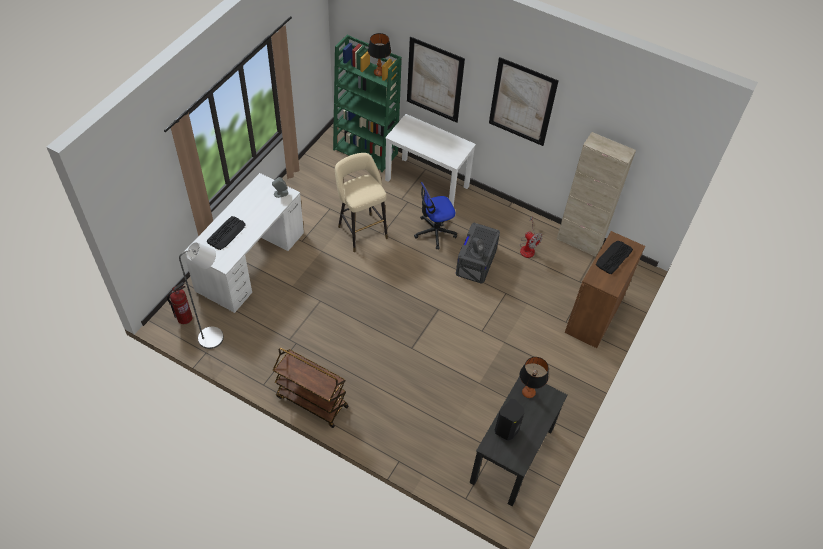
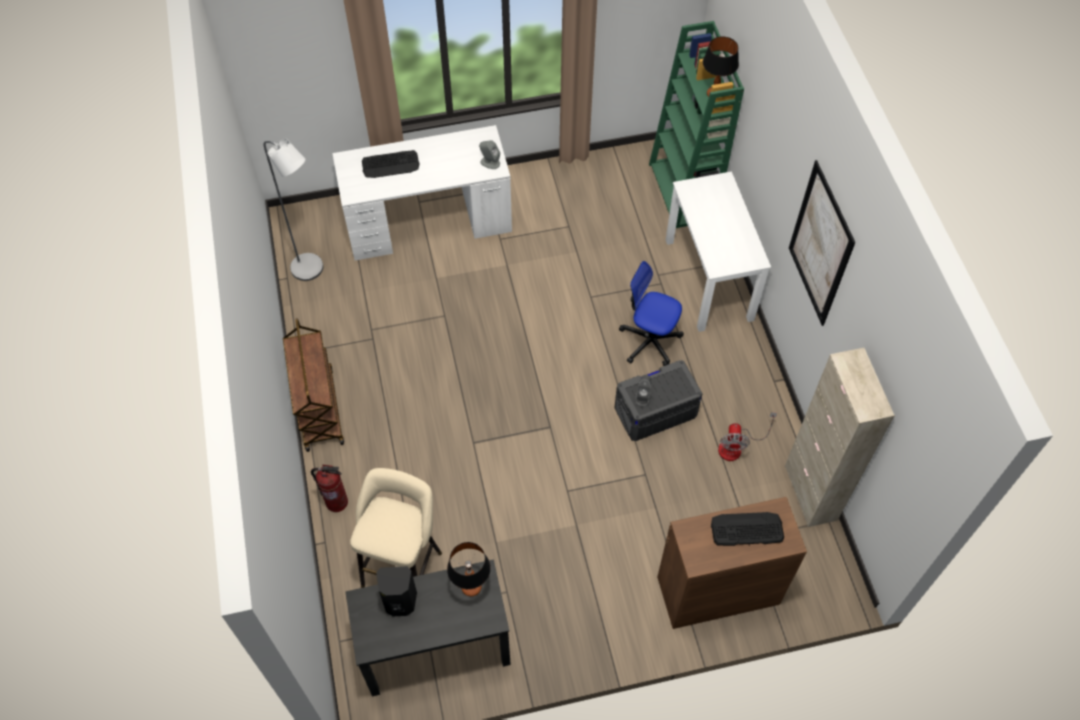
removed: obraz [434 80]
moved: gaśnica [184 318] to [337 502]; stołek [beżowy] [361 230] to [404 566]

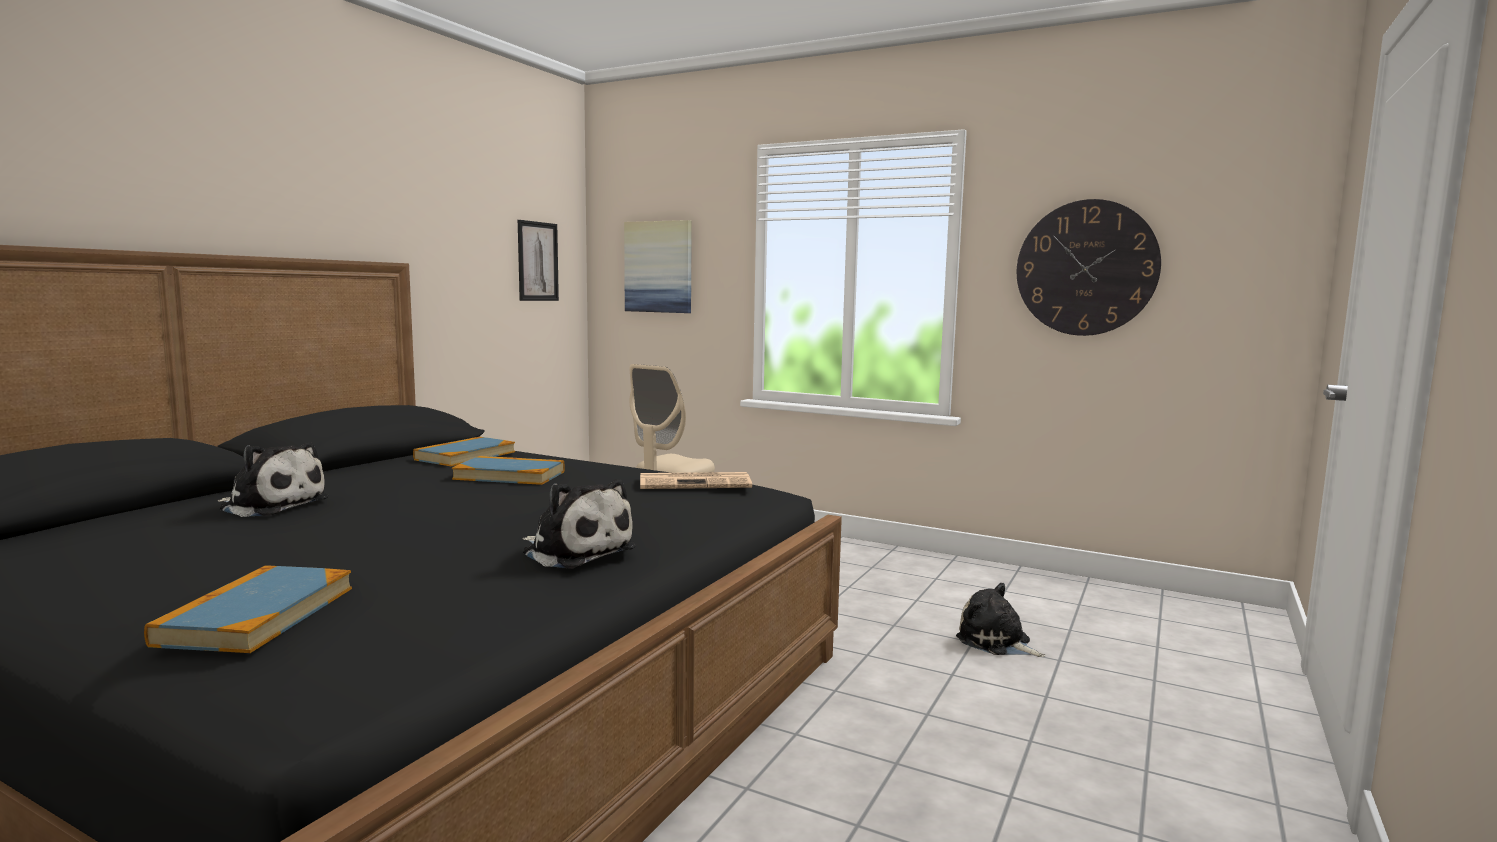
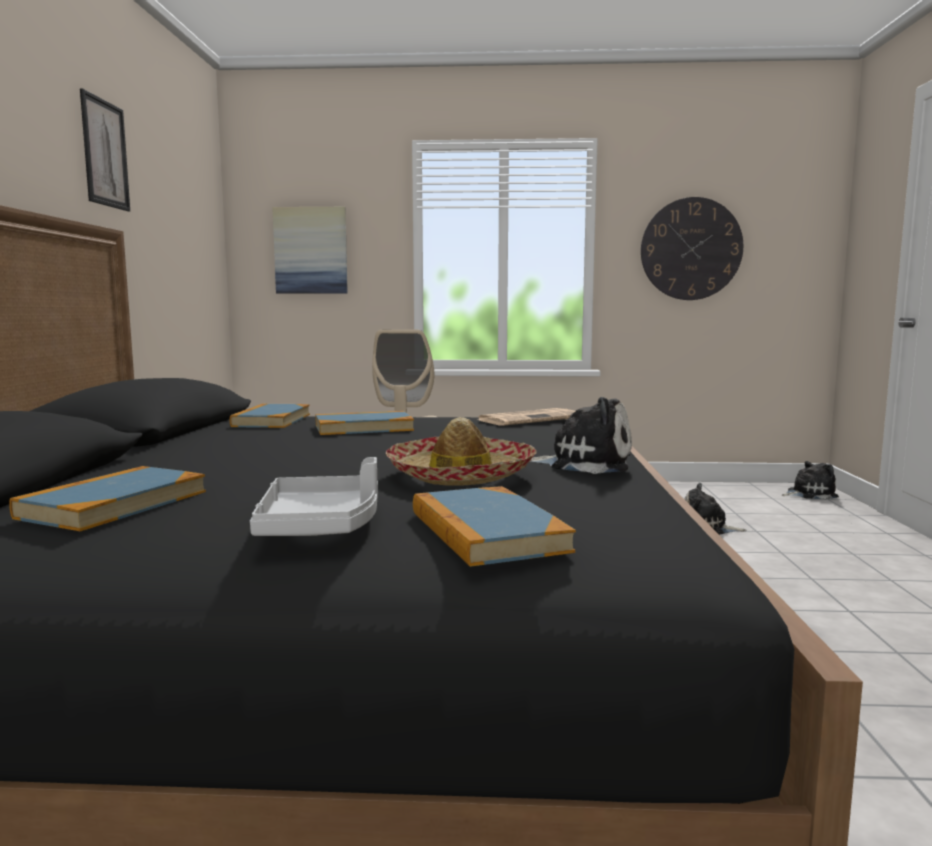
added: książka [114 504]; taca [szary] [321 525]; kapelusz [461 475]
moved: obraz [537 261] to [105 153]; pluszak [271 505] to [809 494]

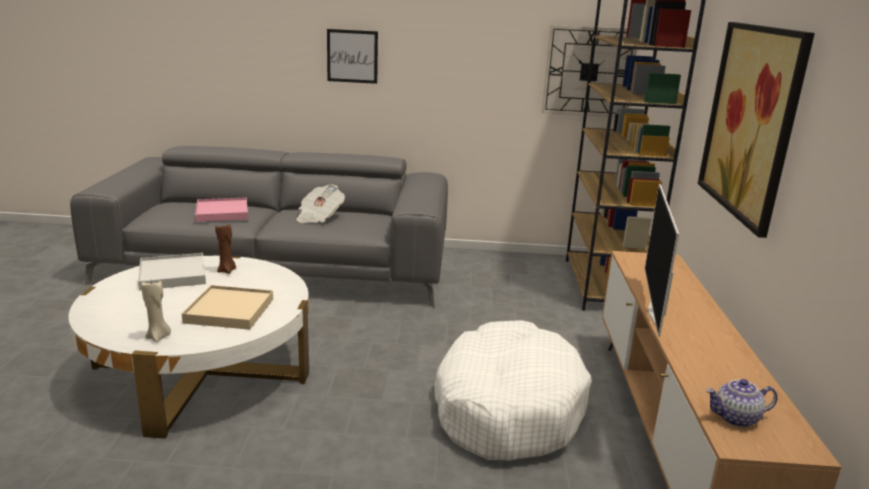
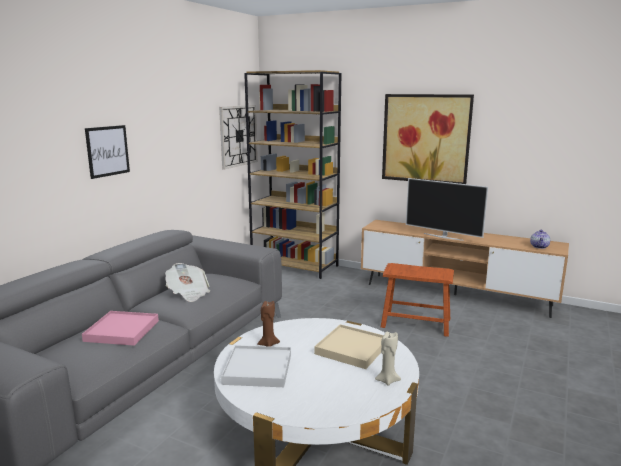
replaced: legowisko [biały] [507 407] to stołek [brązowy] [415 322]

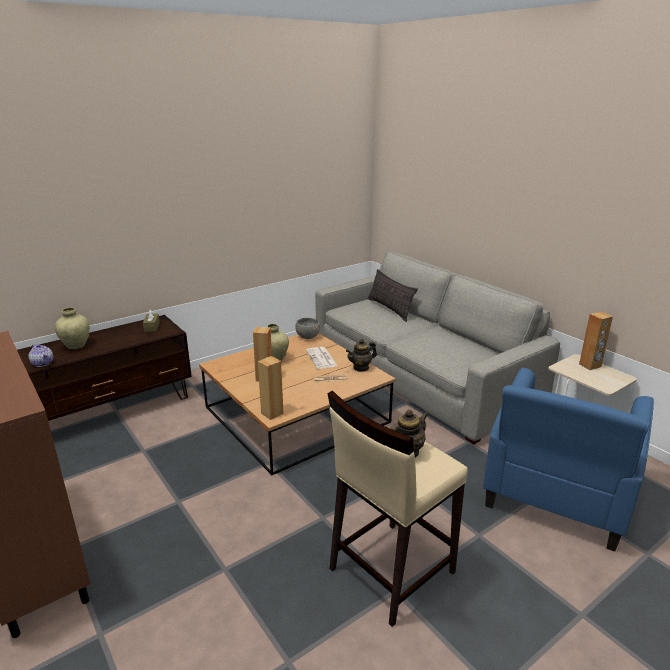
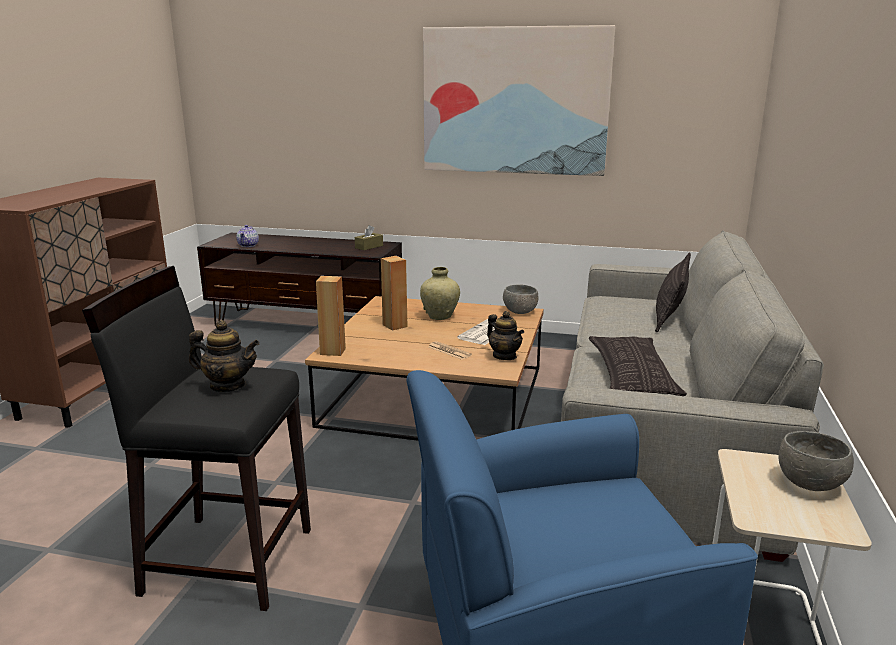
removed: wazon [beżowy] [76 345]
added: obraz [514 101]; poduszka [632 375]
replaced: głośnik [brązowy] [590 365] to miska [szary] [811 484]
recoloured: stołek [beżowy] [390 570] to stołek [czarny] [227 559]
turned: imbryk [361 367] = [504 356] 150 degrees counterclockwise

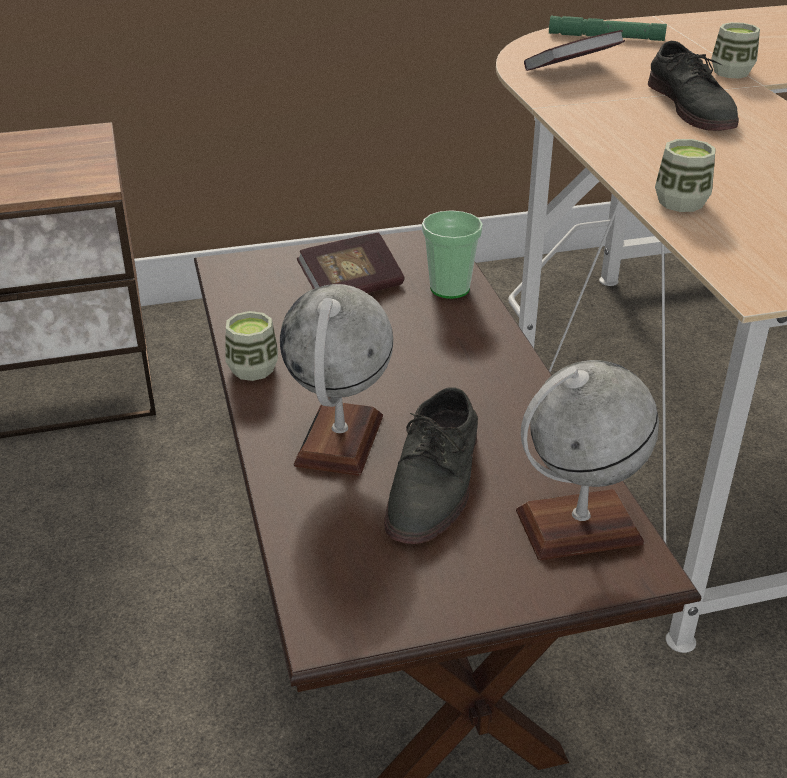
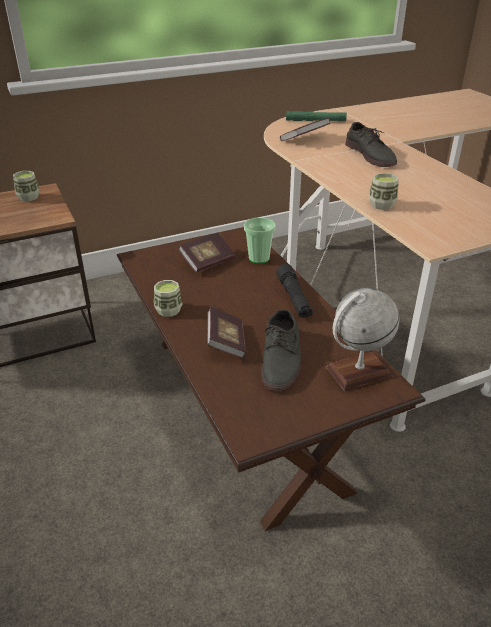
added: latarka [czarny] [294 298]
moved: filiżanka [731 72] to [28 197]
replaced: globus [340 440] to książka [226 342]

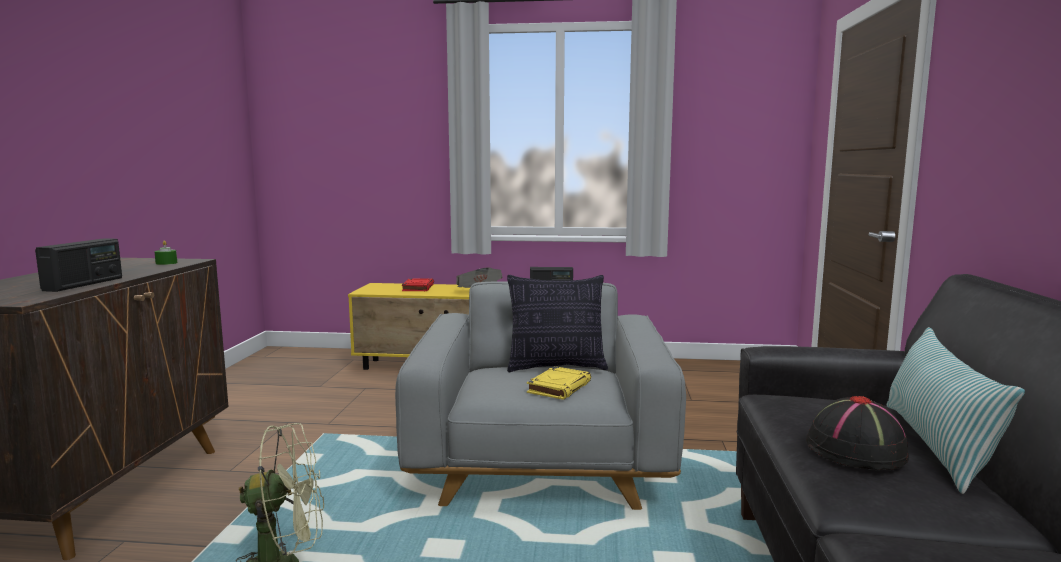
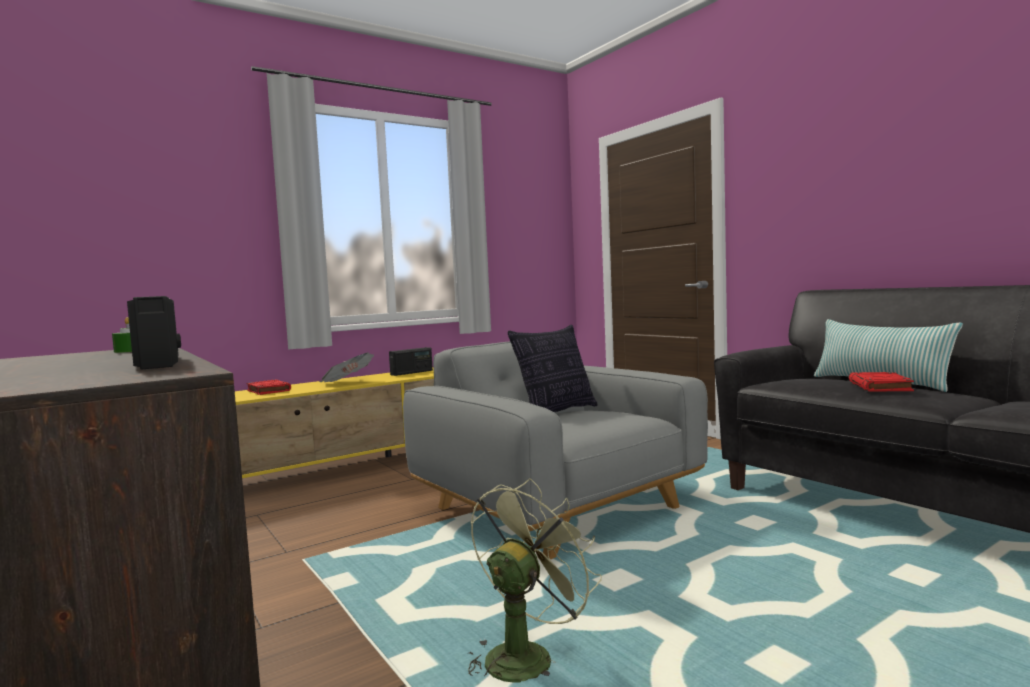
removed: książka [żółty] [559 387]
replaced: kapelusz [czarny] [857 451] to książka [czerwony] [880 387]

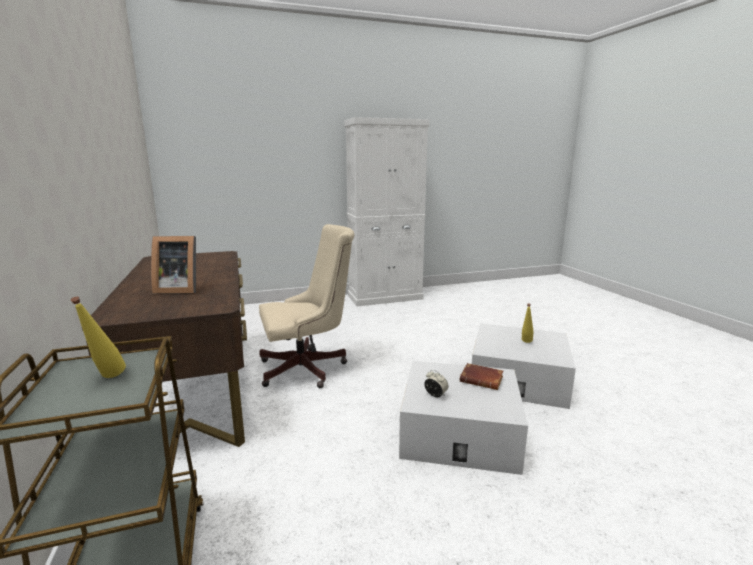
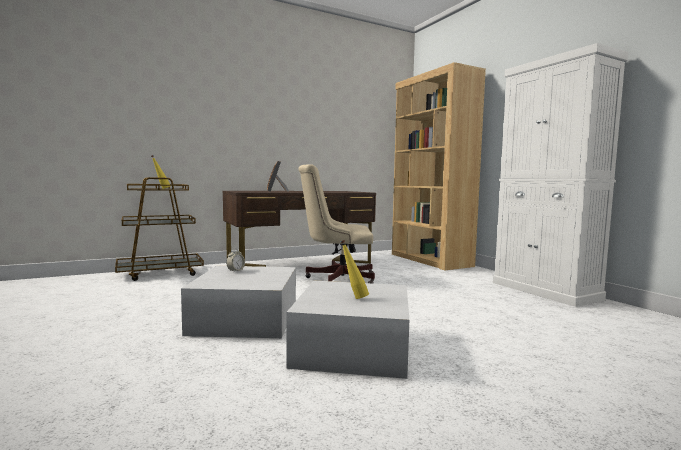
removed: książka [brązowy] [482 380]
added: regał [brązowy] [430 260]
turned: krzesło biurowe [beżowy] [308 368] = [337 279] 120 degrees clockwise

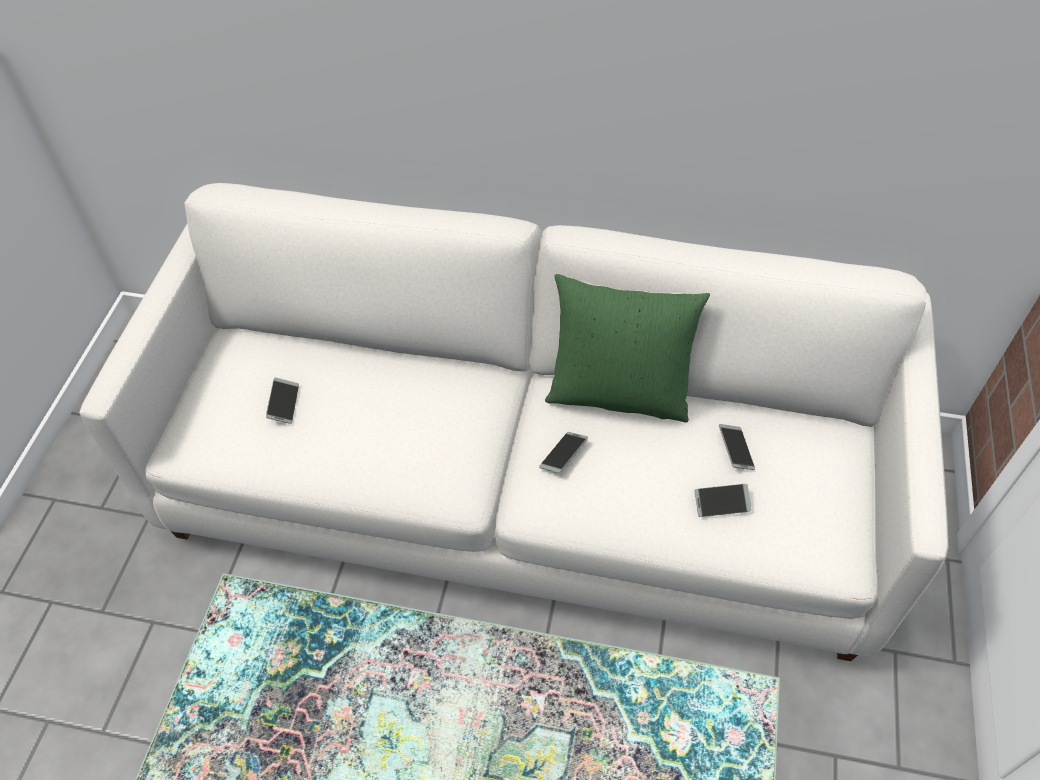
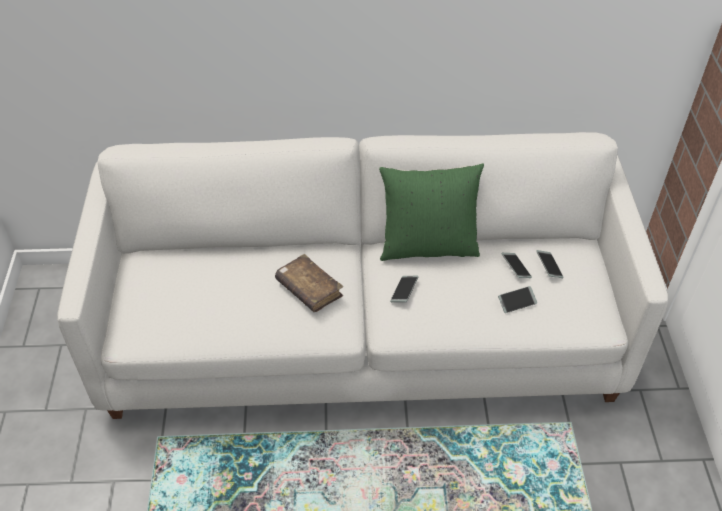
added: książka [brązowy] [309 289]
moved: telefon [284 404] to [549 267]

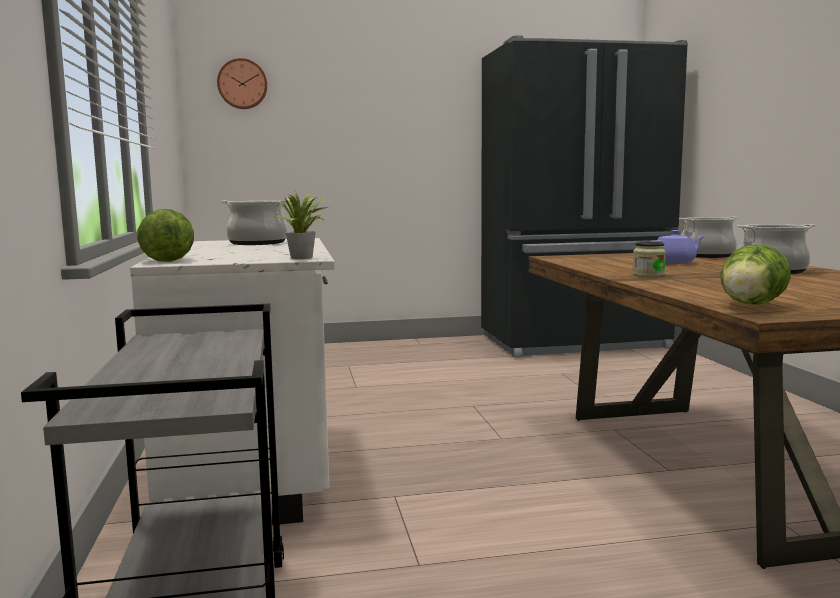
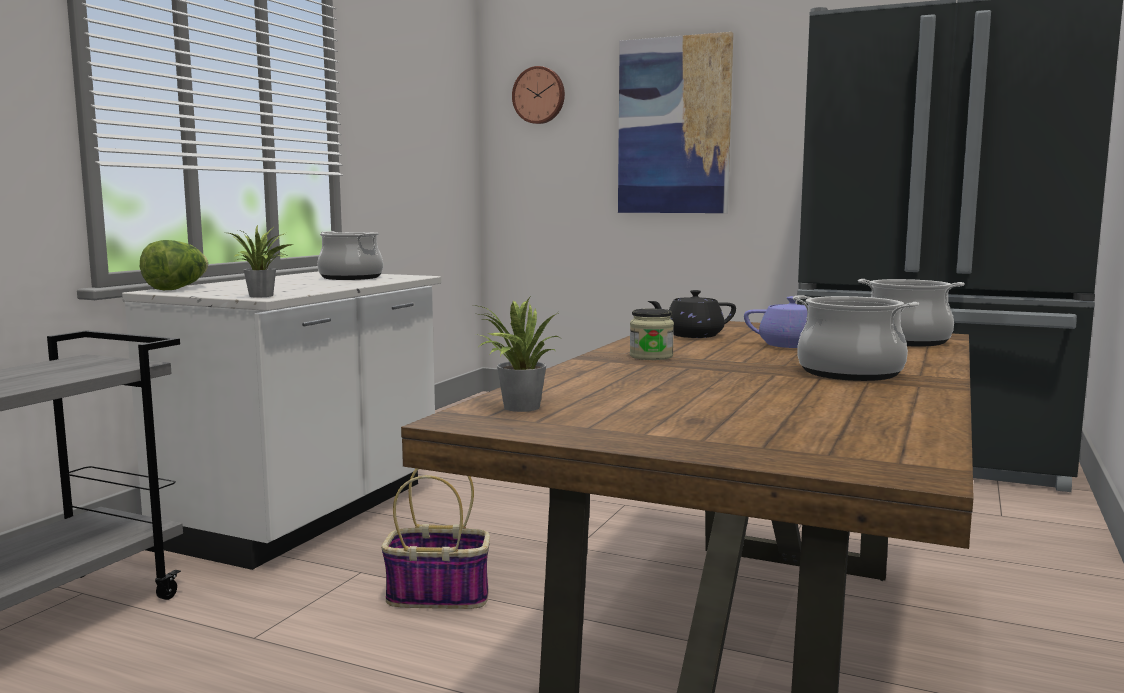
added: koszyk [440 596]; obraz [674 126]; imbryk [czarny] [692 335]
replaced: sałata [750 305] to roślina doniczkowa [516 407]

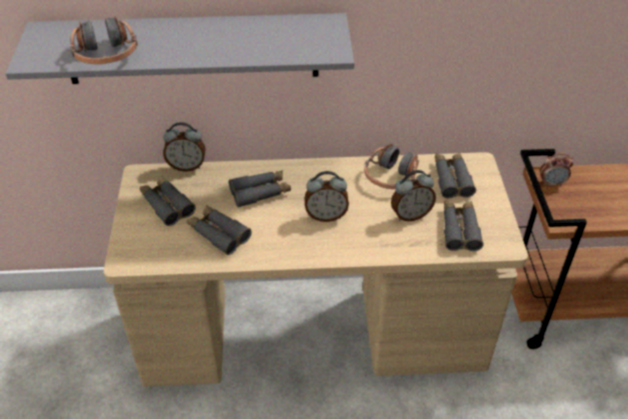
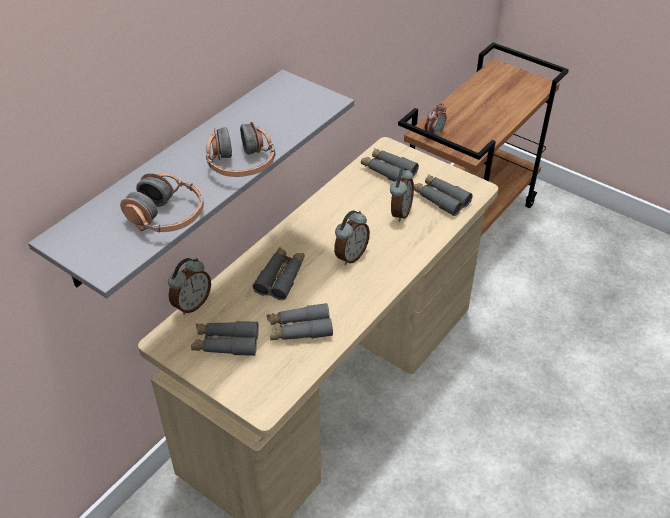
moved: słuchawki [390 177] to [241 164]

